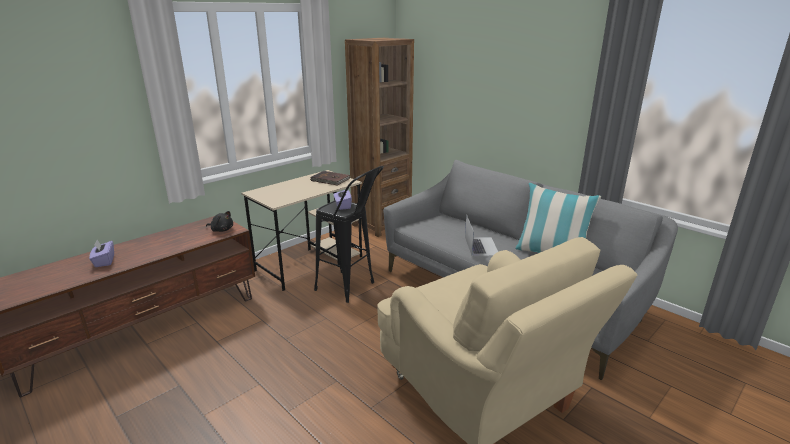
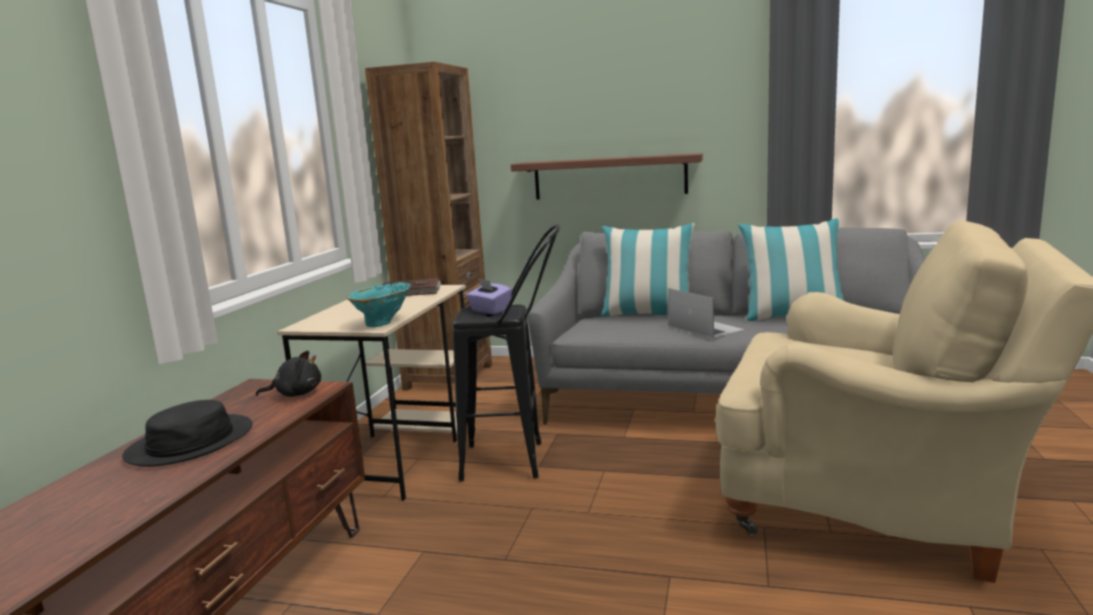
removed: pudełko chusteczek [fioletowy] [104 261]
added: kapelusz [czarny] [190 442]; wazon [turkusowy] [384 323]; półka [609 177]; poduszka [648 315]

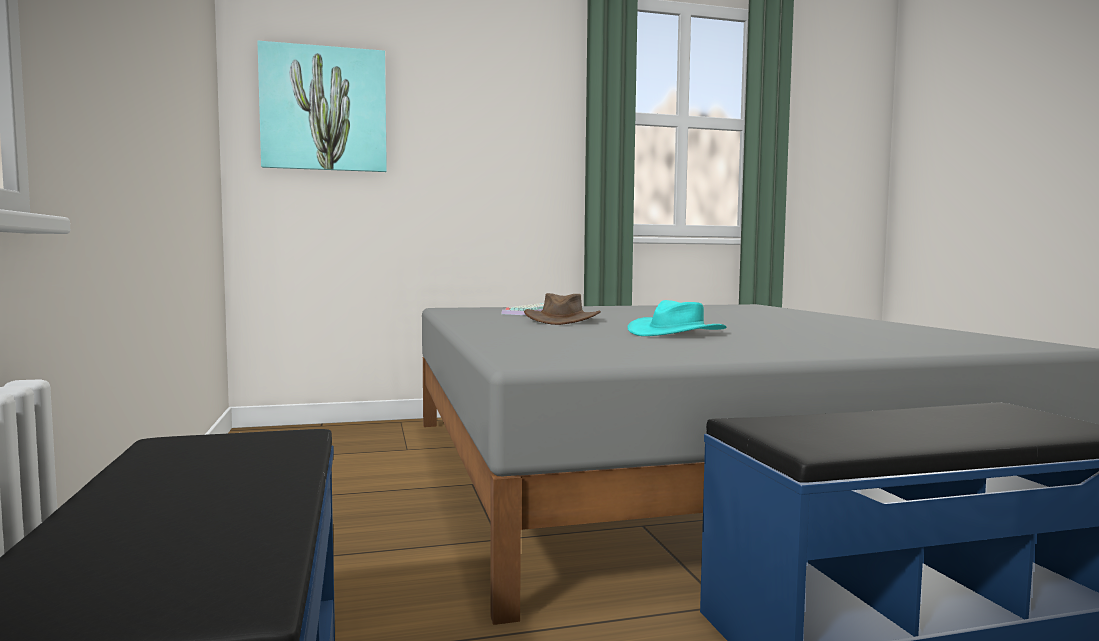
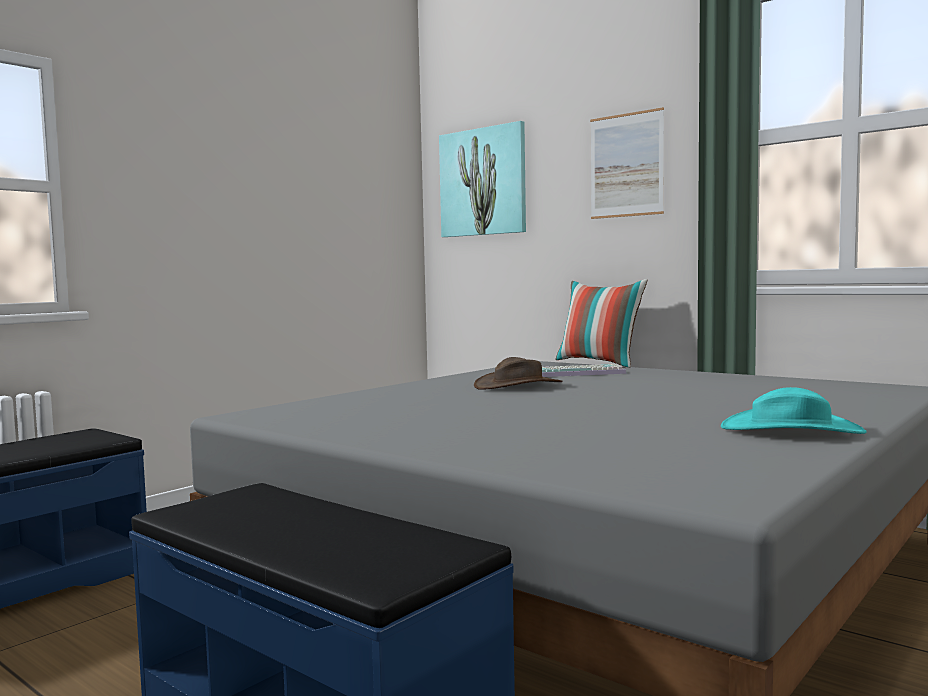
added: poduszka [599 363]; obraz [626 165]
moved: kapelusz [turkusowy] [676 332] to [791 429]

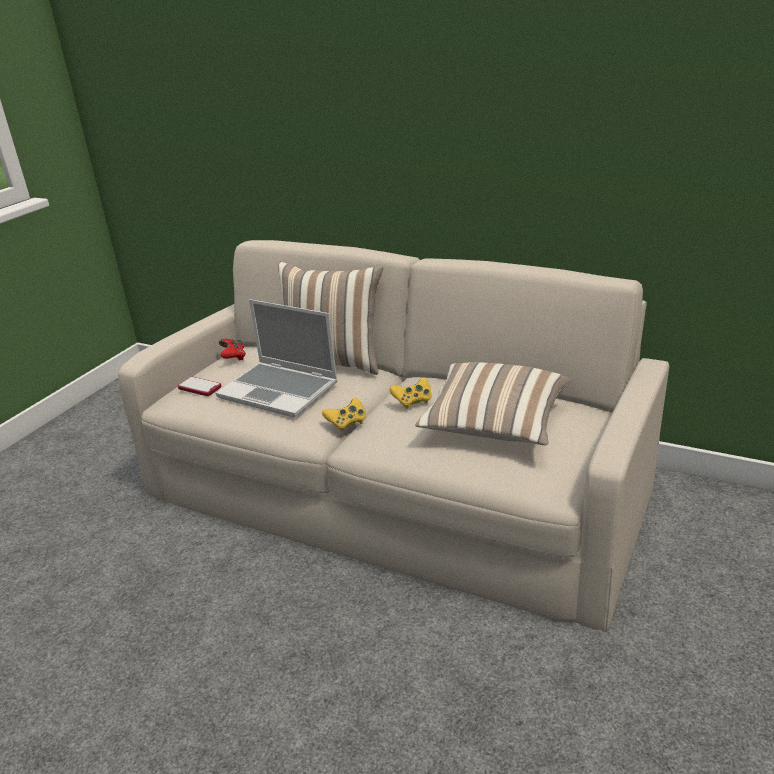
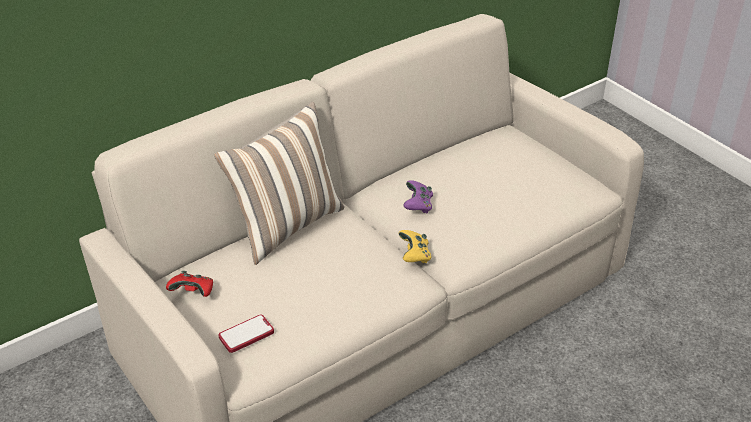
removed: laptop [280 390]; poduszka [495 424]
recoloured: pad do gier [żółty] [412 401] to pad do gier [fioletowy] [418 205]

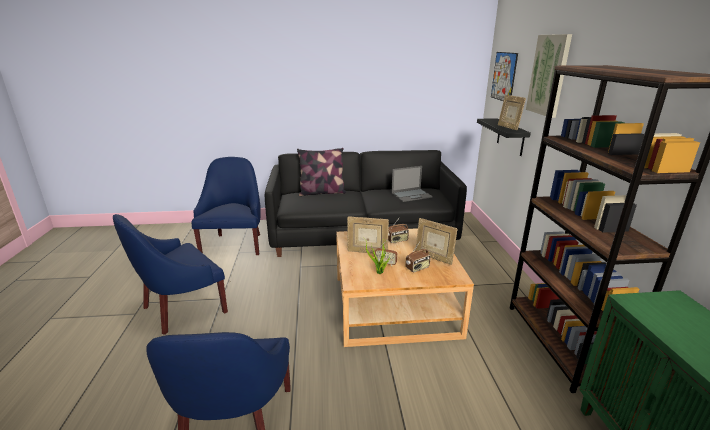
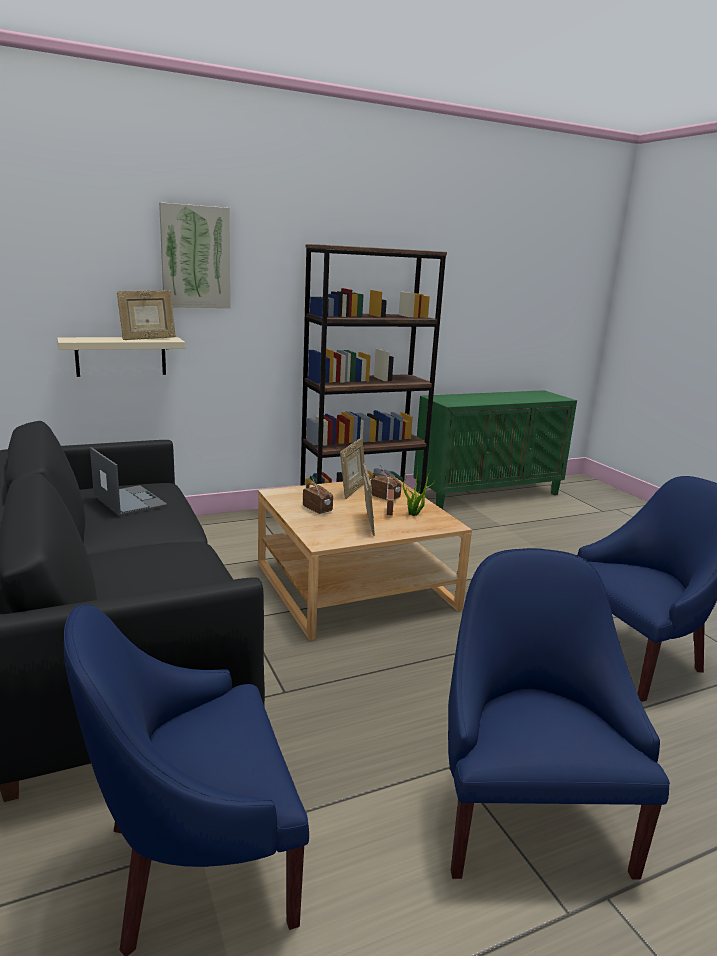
removed: poduszka [322 192]; obraz [504 76]
recoloured: półka [czarny] [510 137] to półka [beżowy] [121 356]
turned: fotel [niebieski] [182 308] = [525 815] 120 degrees counterclockwise

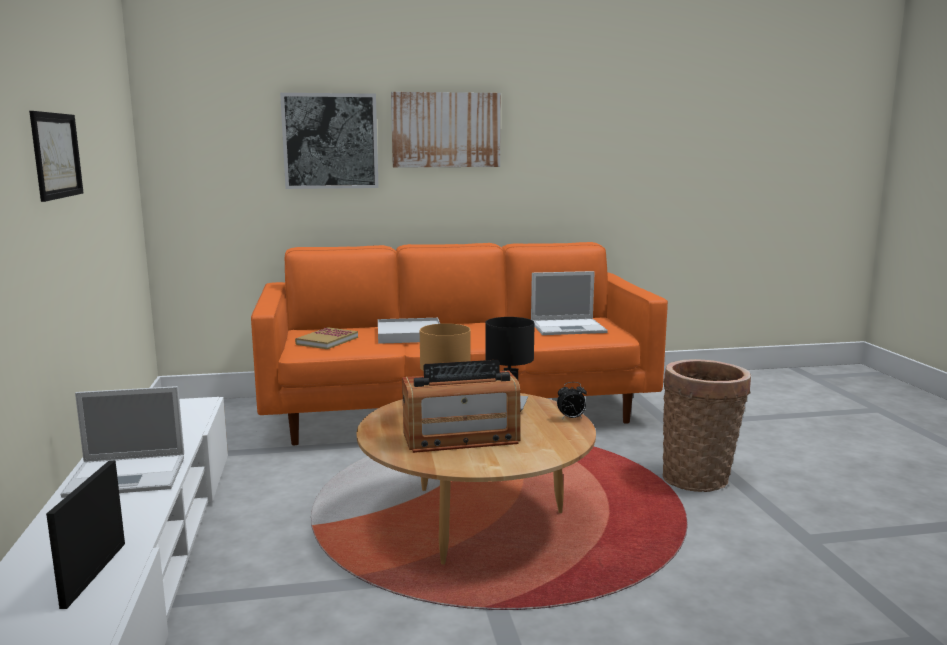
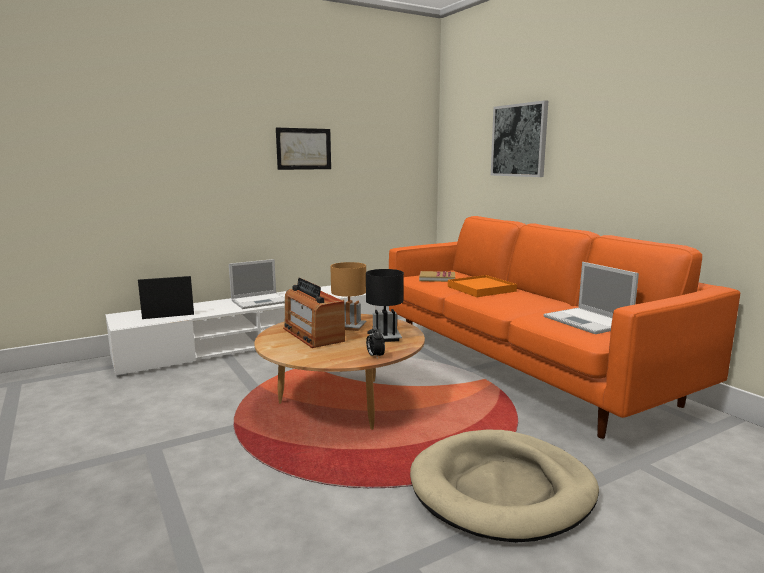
removed: obraz [446 130]
replaced: koszyk [699 478] to legowisko [beżowy] [502 489]
recoloured: taca [biały] [409 334] to taca [pomarańczowy] [481 289]
turned: laptop [129 476] = [260 301] 90 degrees counterclockwise

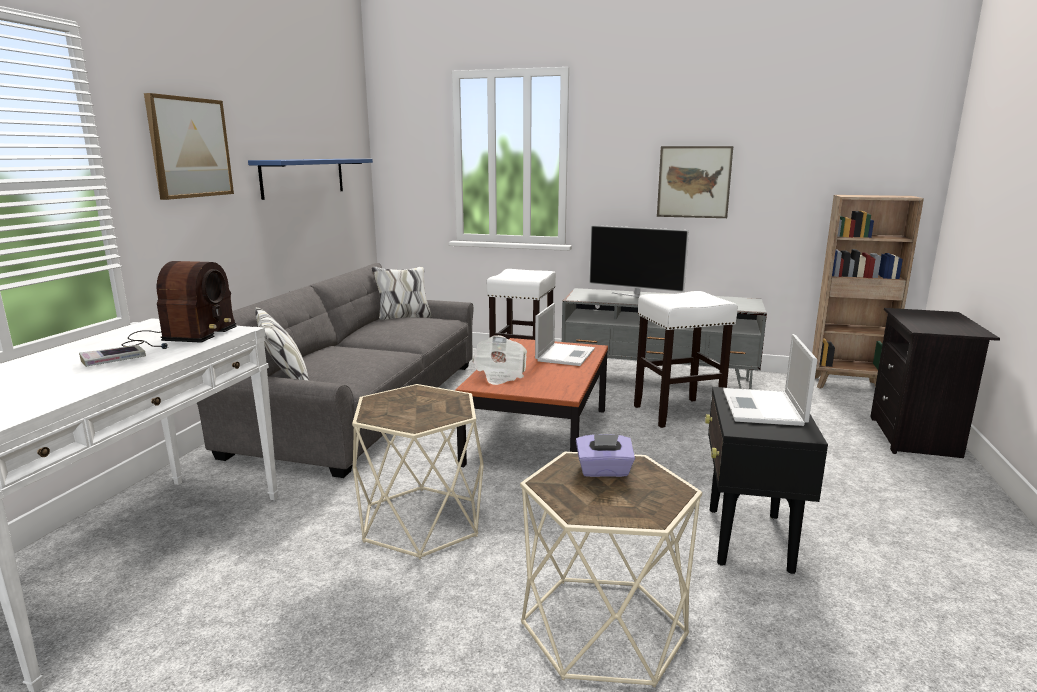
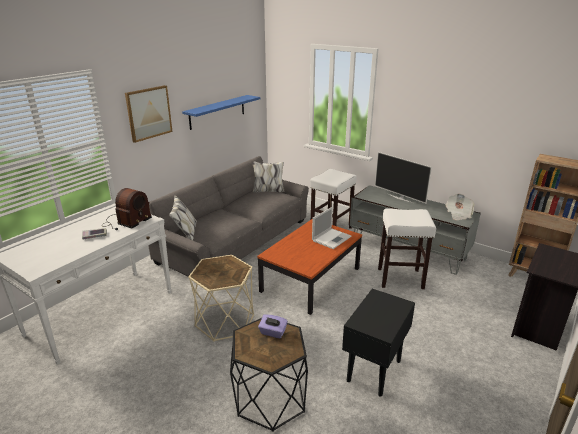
removed: obraz [694 182]; laptop [763 408]
moved: gazeta [500 375] to [458 214]
recoloured: stolik [beżowy] [603 629] to stolik [czarny] [269 398]

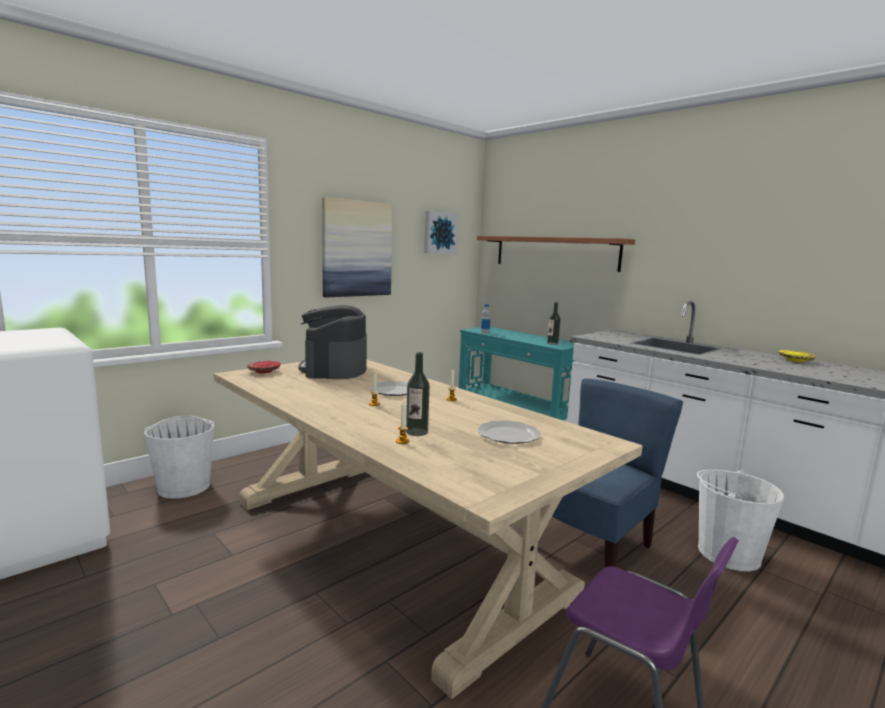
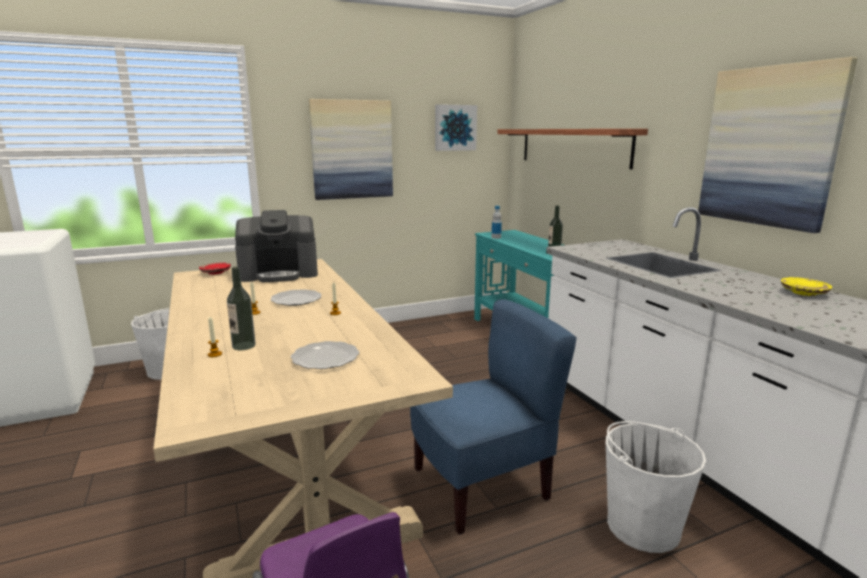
added: obraz [769 147]
turned: ekspres do kawy [334 369] = [279 273] 120 degrees counterclockwise

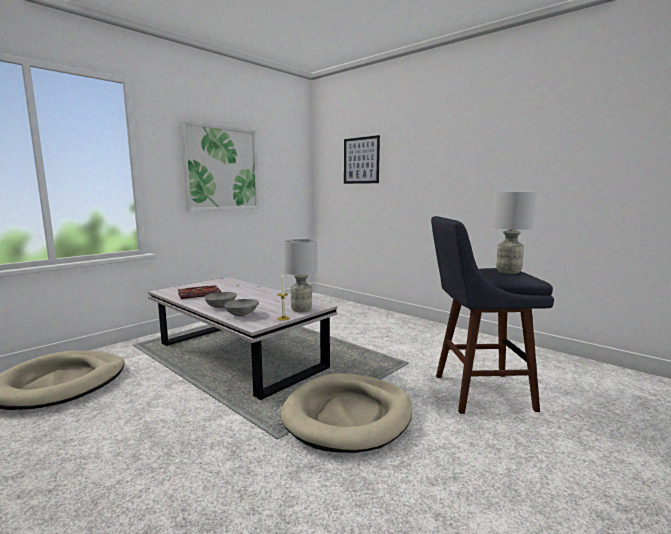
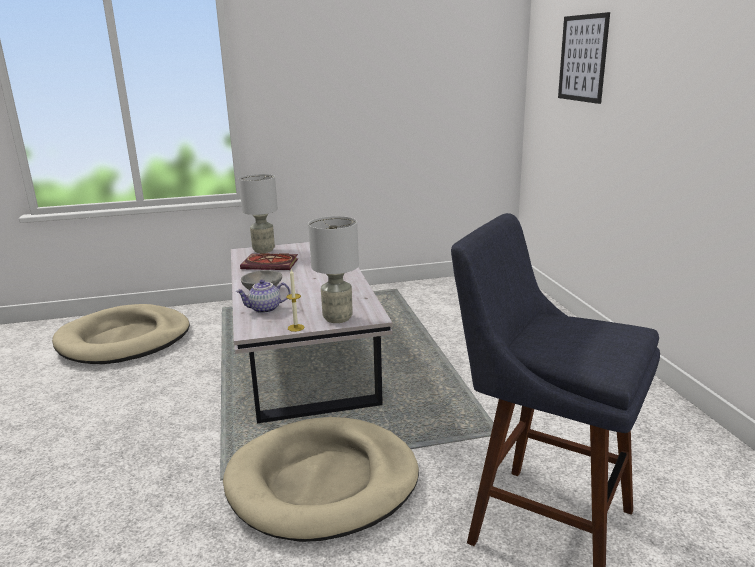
removed: obraz [221 168]
moved: lampa stołowa [szary] [508 271] to [264 250]
replaced: miska [szary] [242 314] to imbryk [265 309]

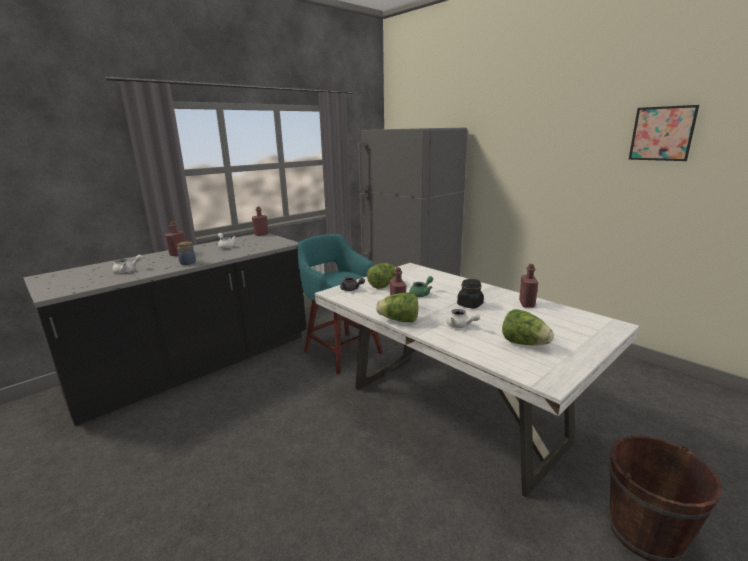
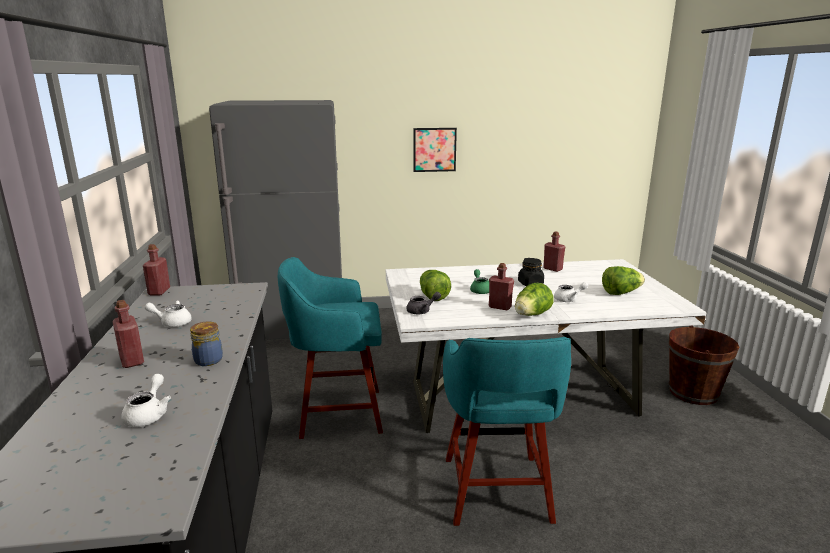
added: stołek [turkusowy] [496 492]
moved: obraz [662 133] to [434 149]

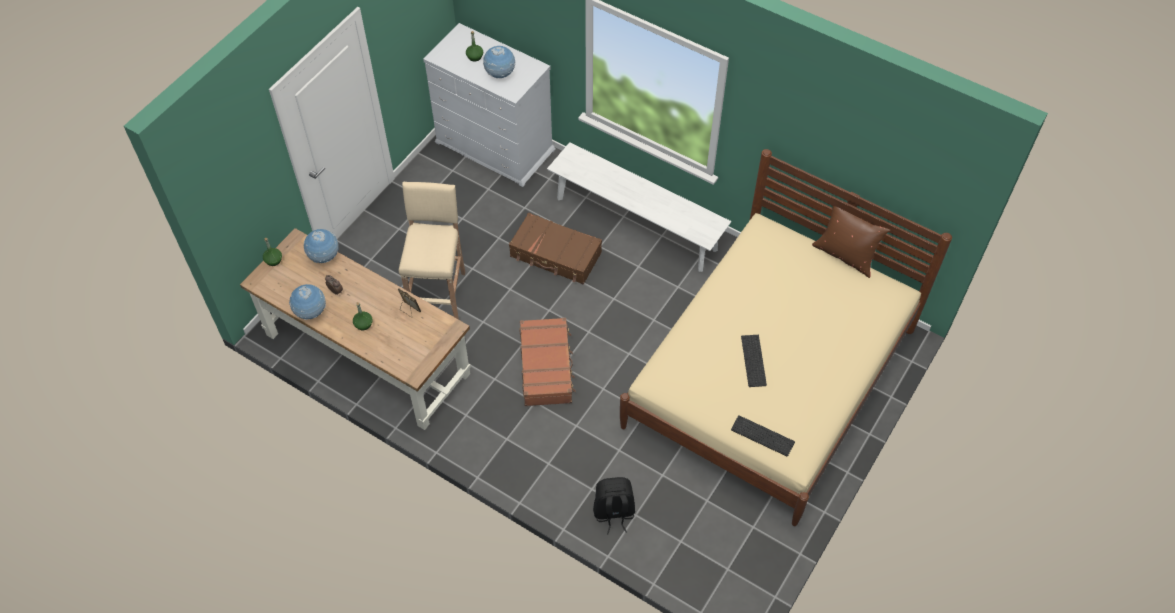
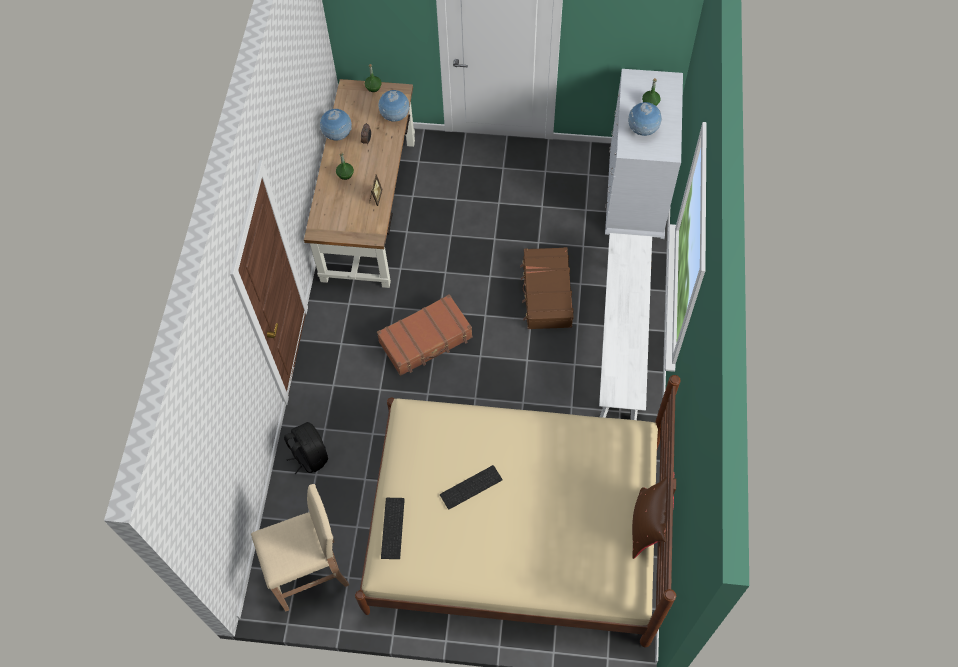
moved: stołek [beżowy] [438 293] to [311 573]

